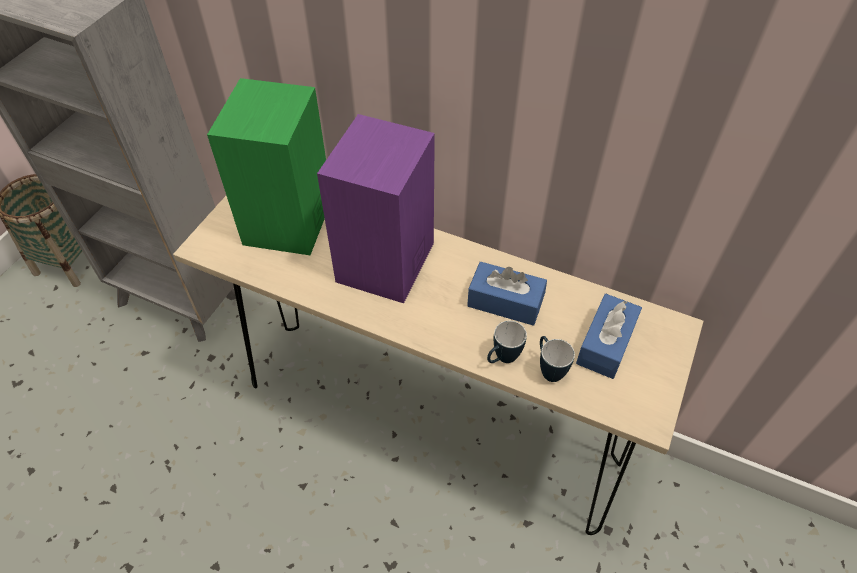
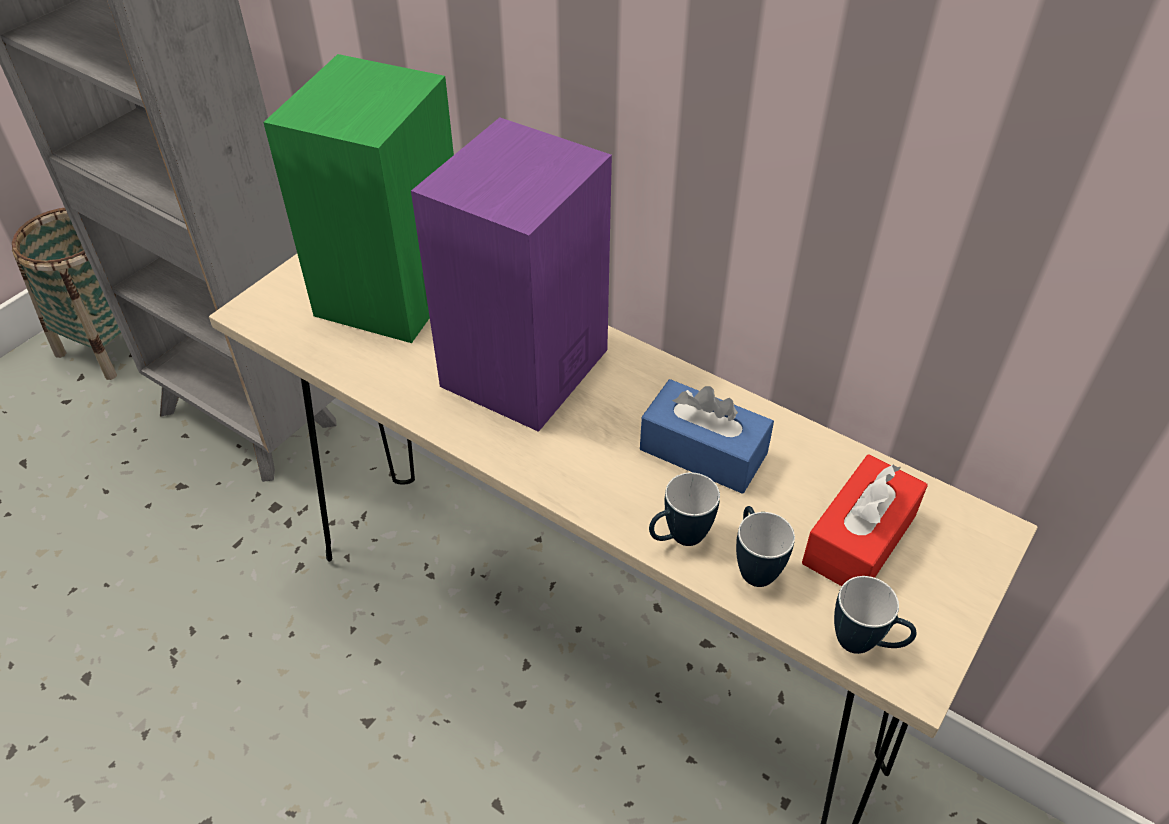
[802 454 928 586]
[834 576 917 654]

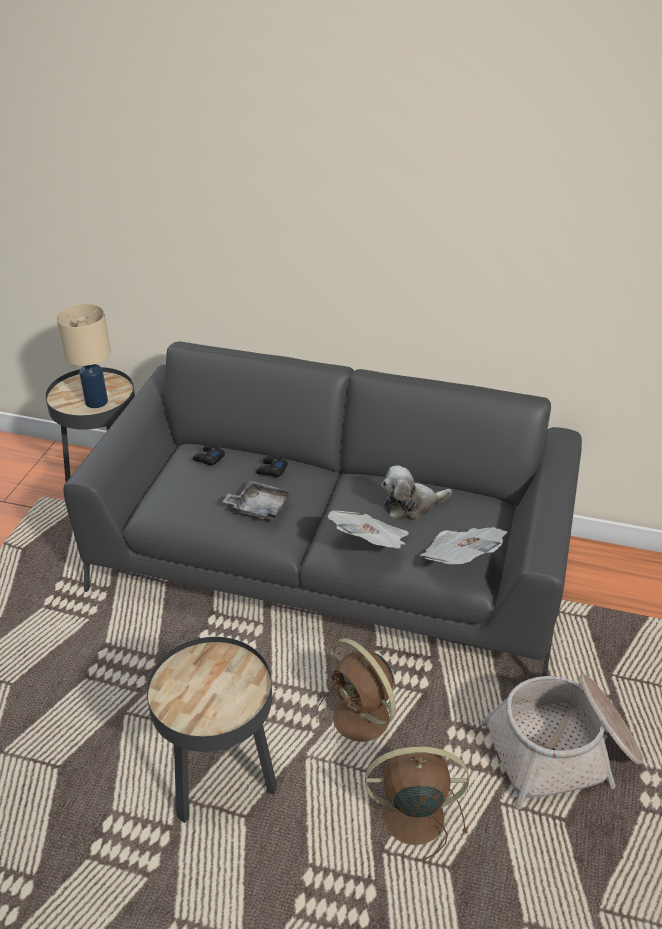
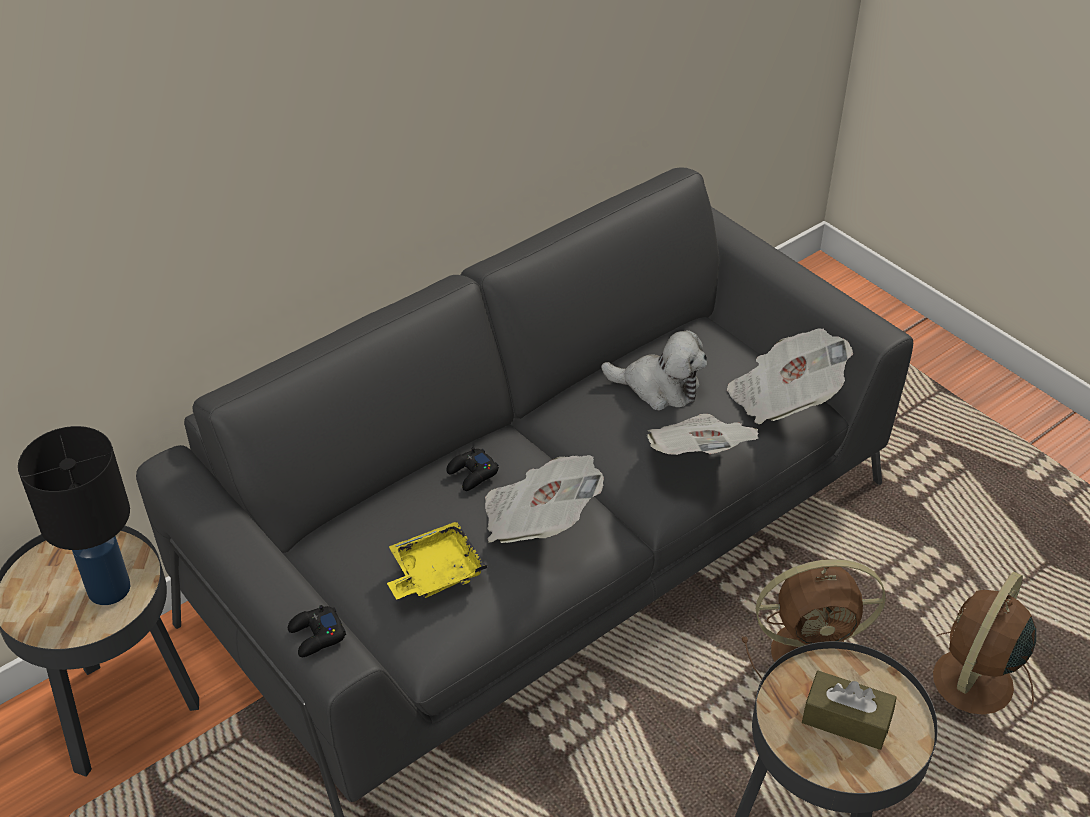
[18 426 130 605]
[288 605 346 657]
[485 455 604 543]
[601 330 707 411]
[480 674 643 809] (first image)
[387 521 487 599]
[802 671 897 750]

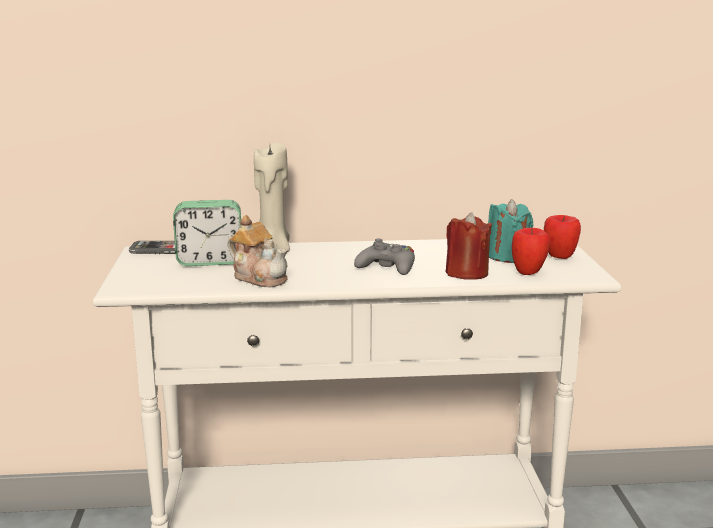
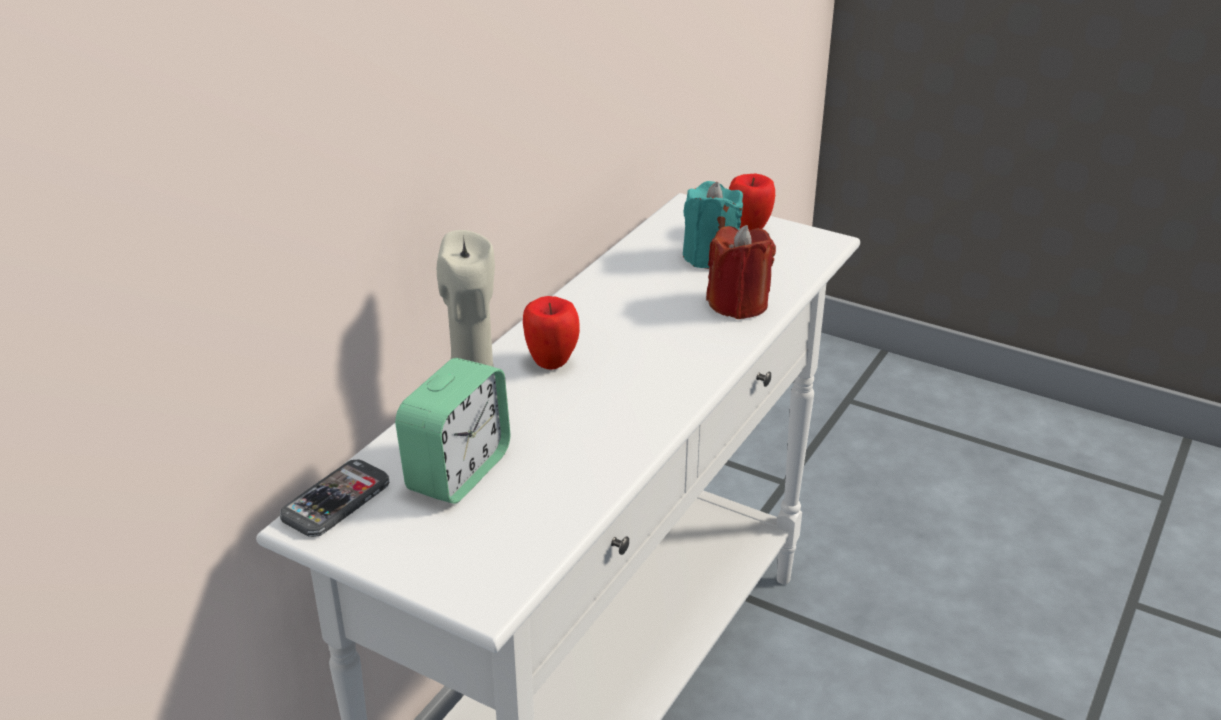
[227 215 288 287] (first image)
[354 239 415 275] (first image)
[523 296 580 370]

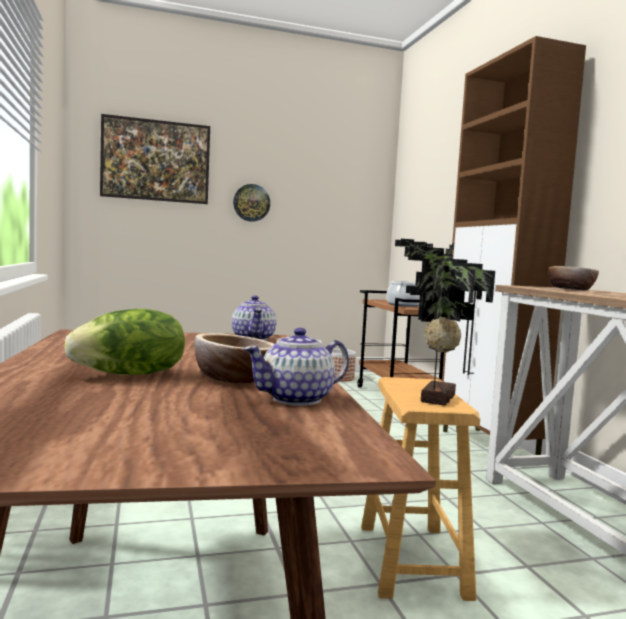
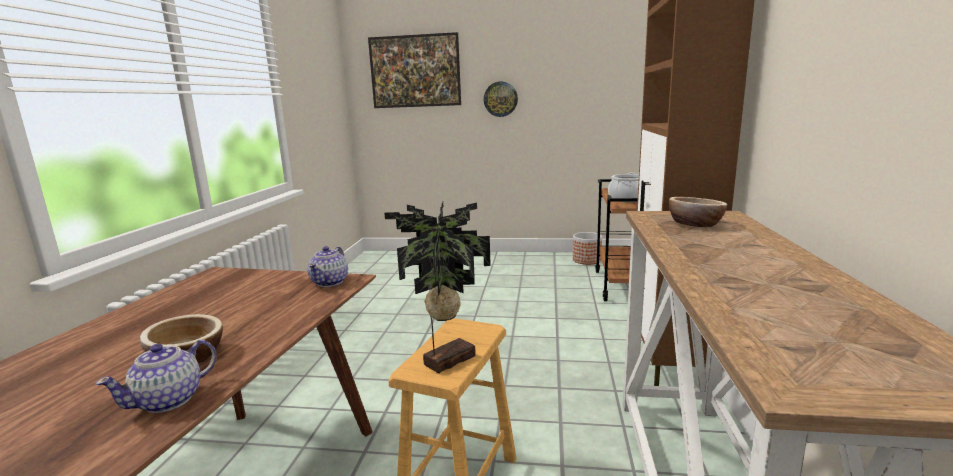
[64 309 185 375] (first image)
[95 339 217 413]

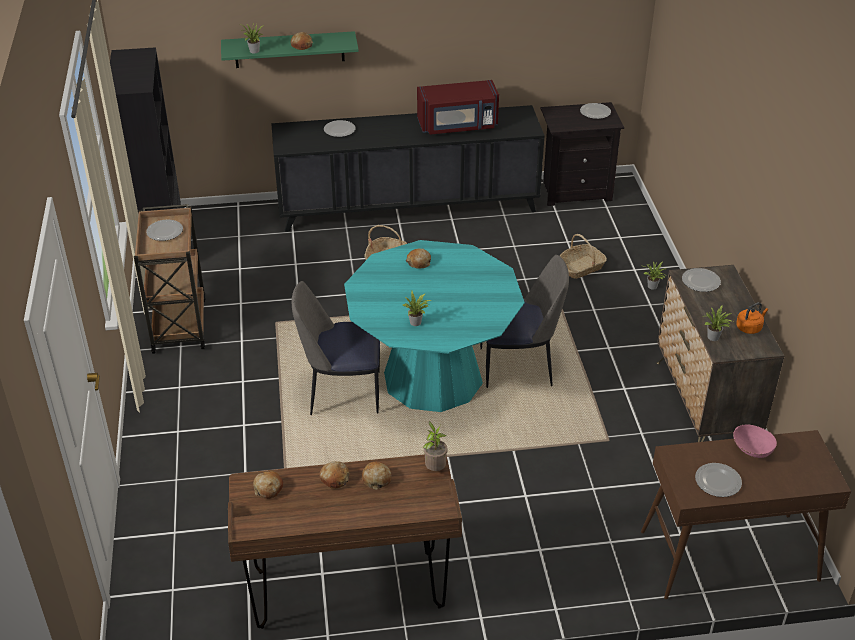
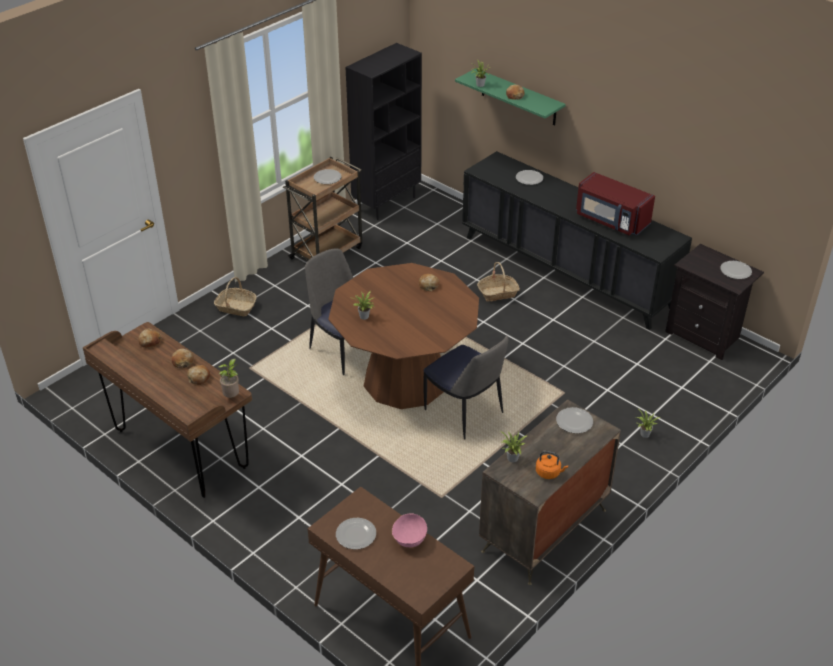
[328 263 479 409]
[214 277 257 316]

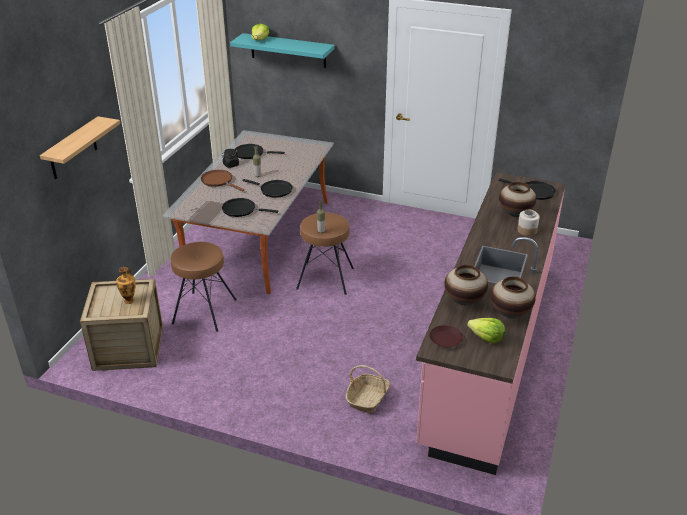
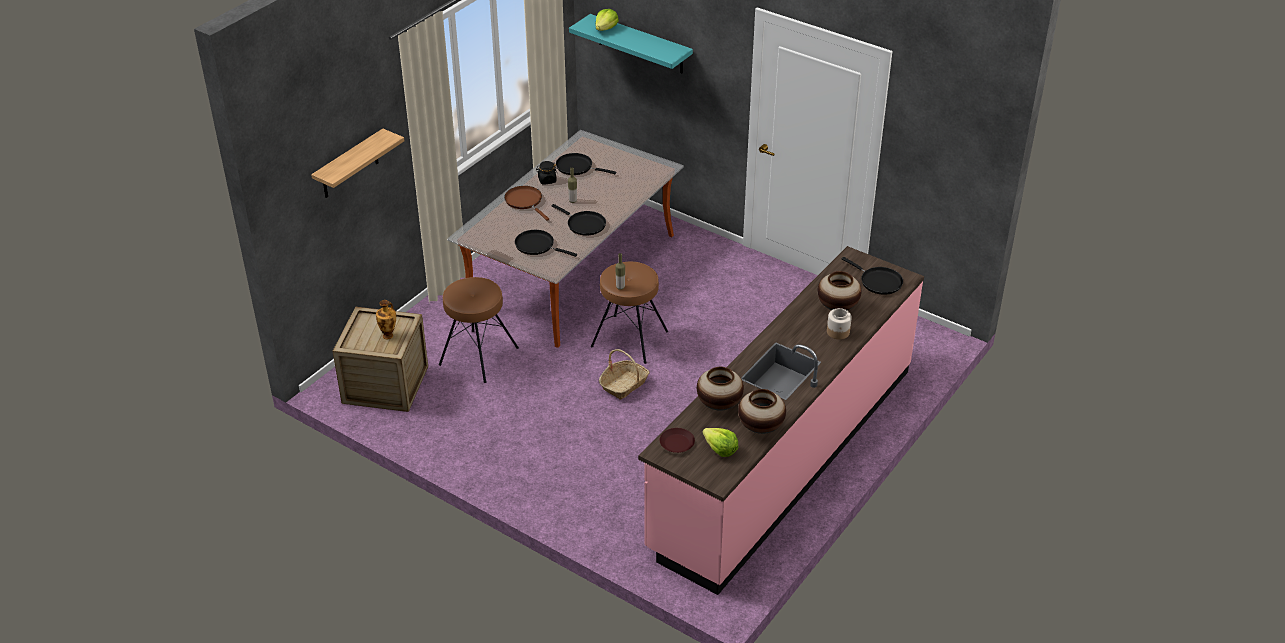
[599 349 650 400]

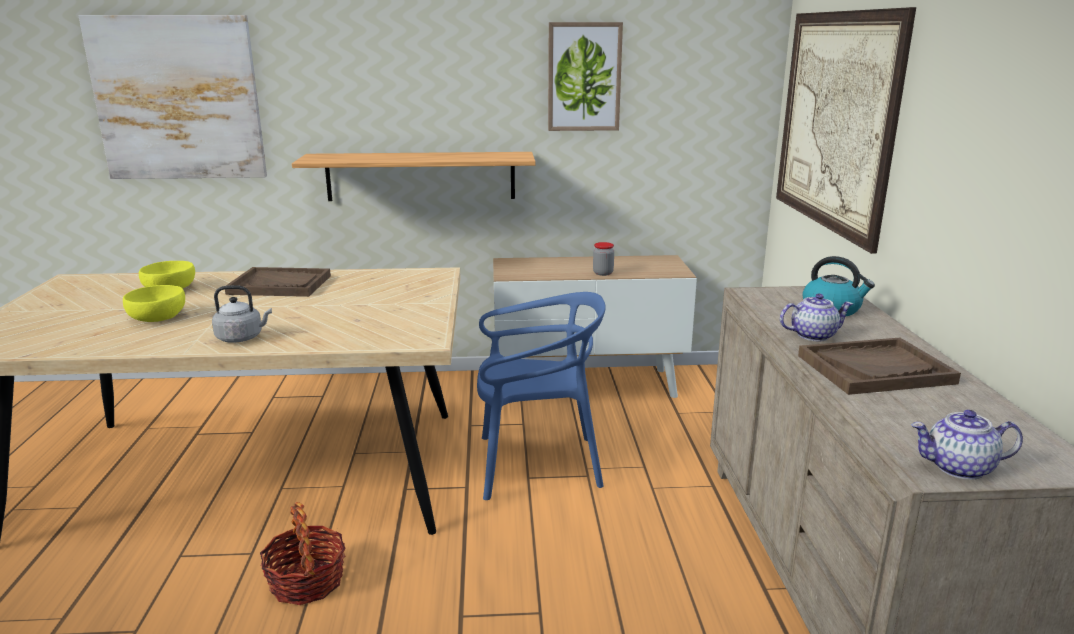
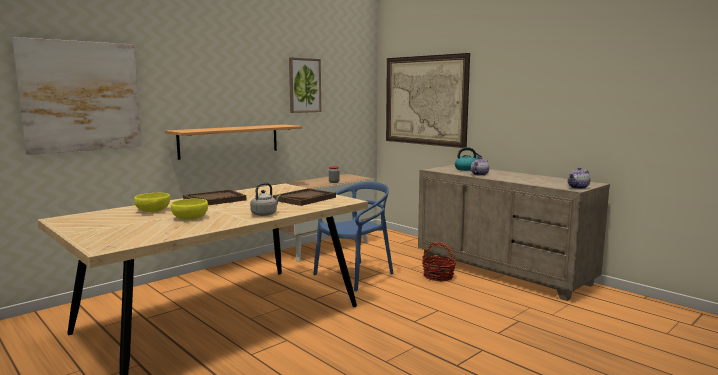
[422 242 456 281]
[273 188 336 206]

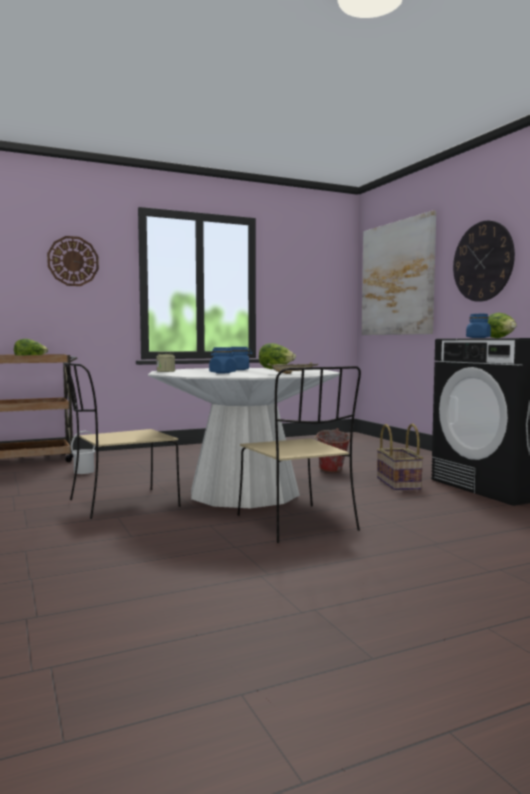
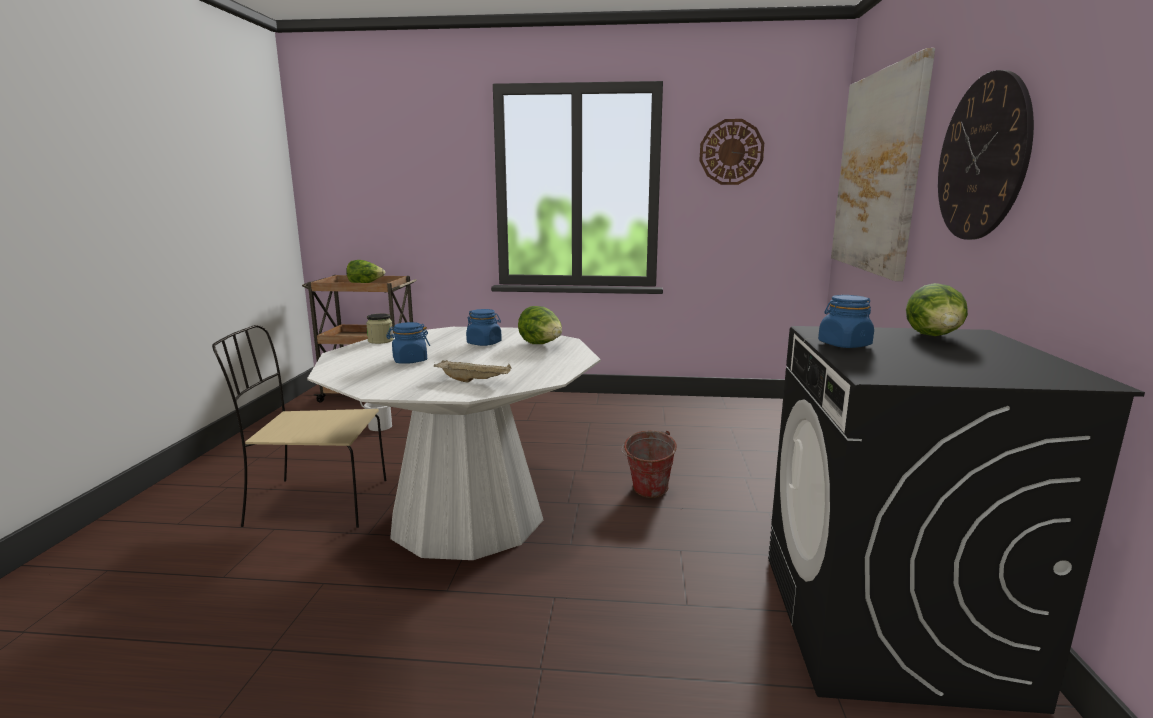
[699 119 764 185]
[237 366 361 543] (first image)
[377 423 423 490] (first image)

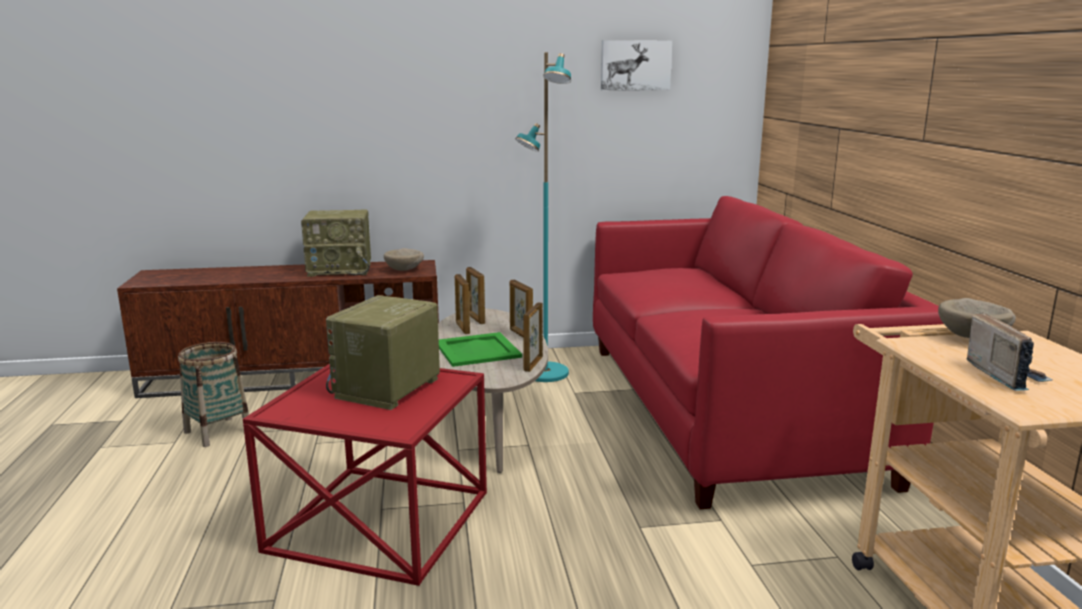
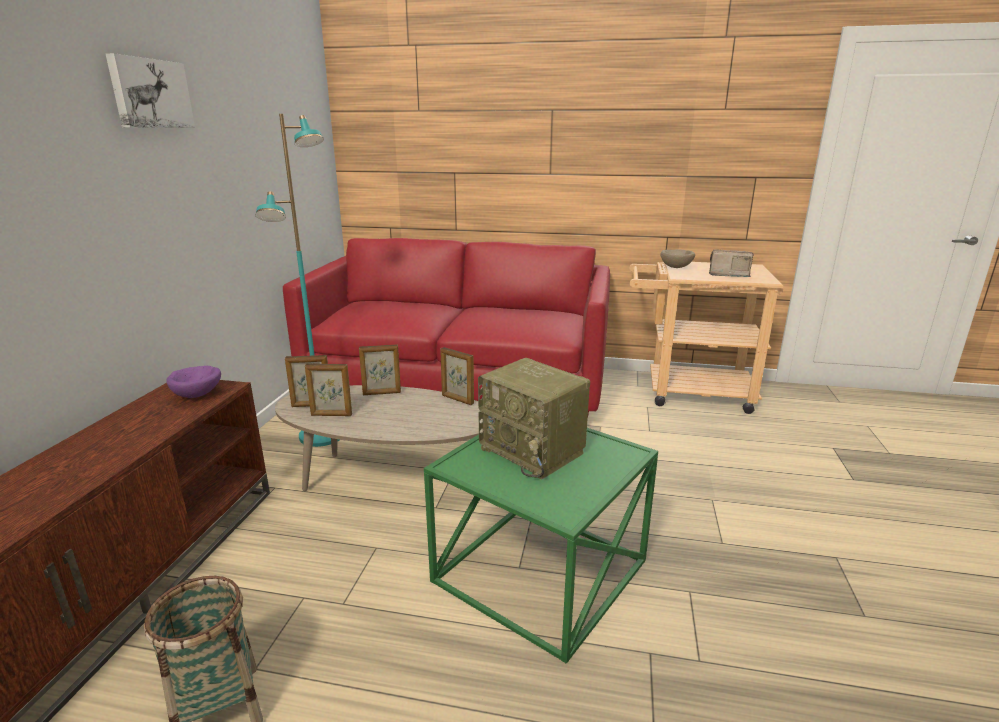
[424 428 658 664]
[301 209 371 277] (first image)
[166 366 221 398]
[439 332 522 367] (first image)
[106 53 195 128]

